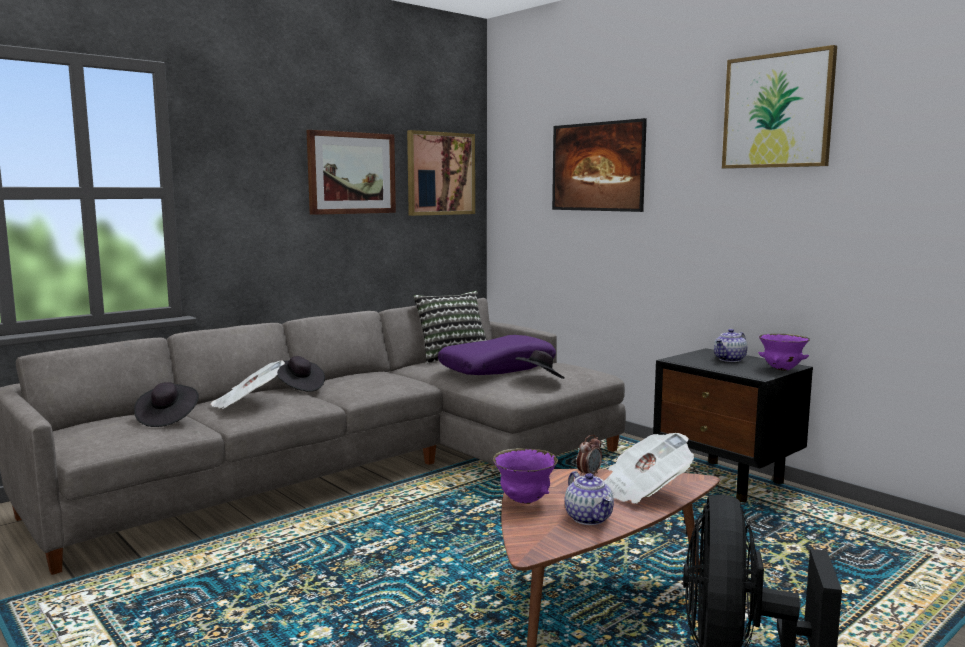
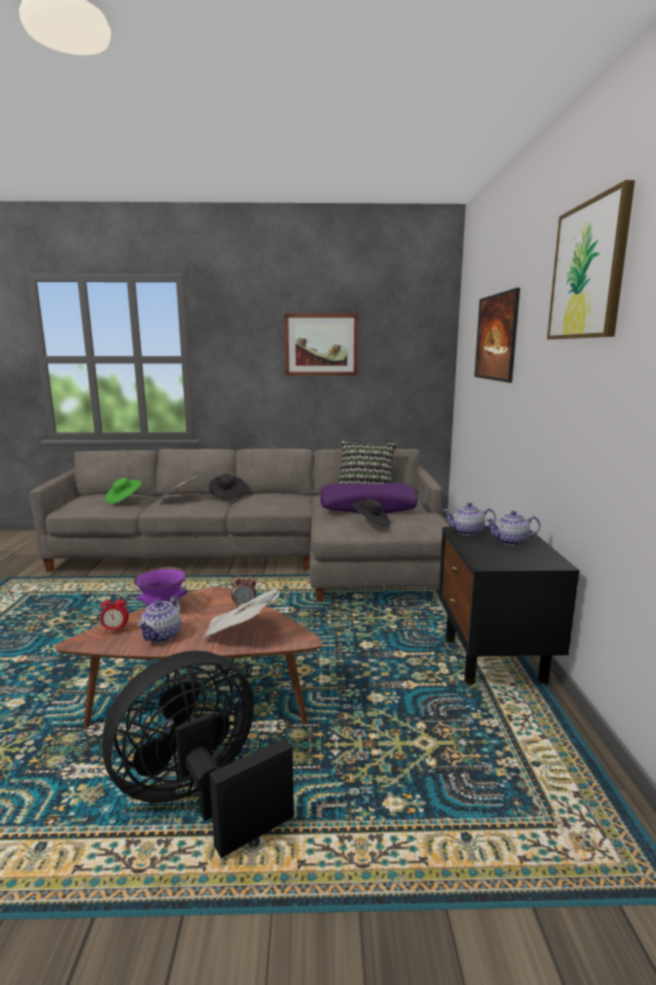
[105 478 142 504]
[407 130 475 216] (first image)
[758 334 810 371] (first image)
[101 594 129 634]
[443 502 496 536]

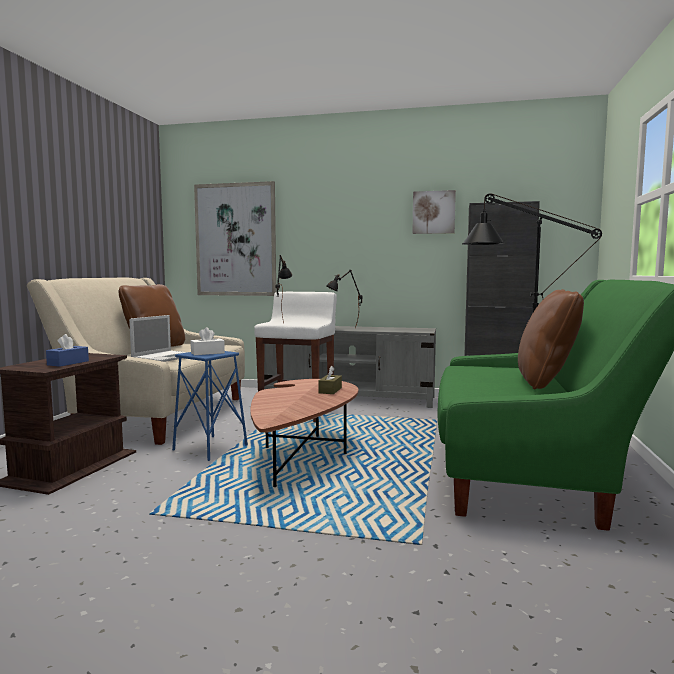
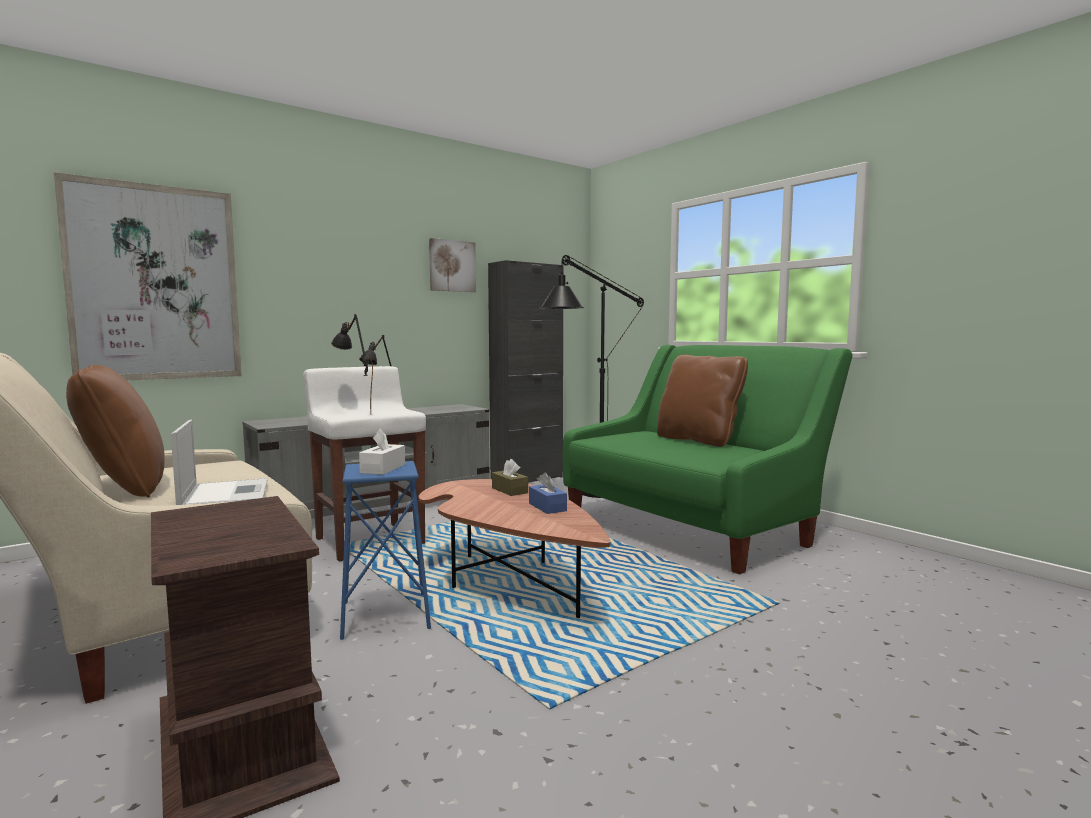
[529 472 567 514]

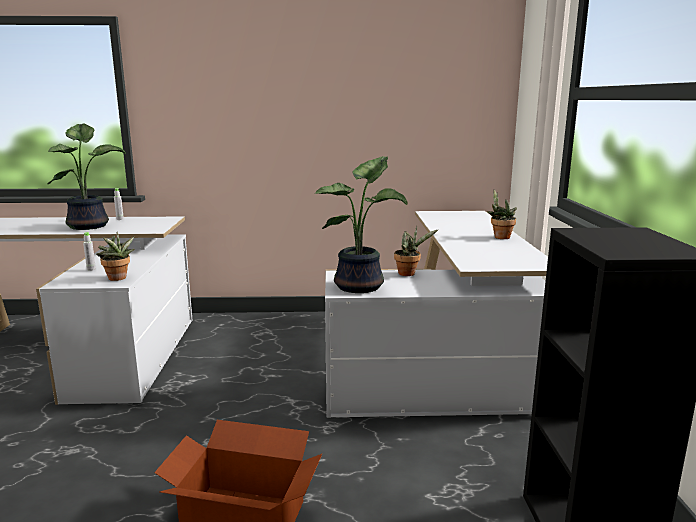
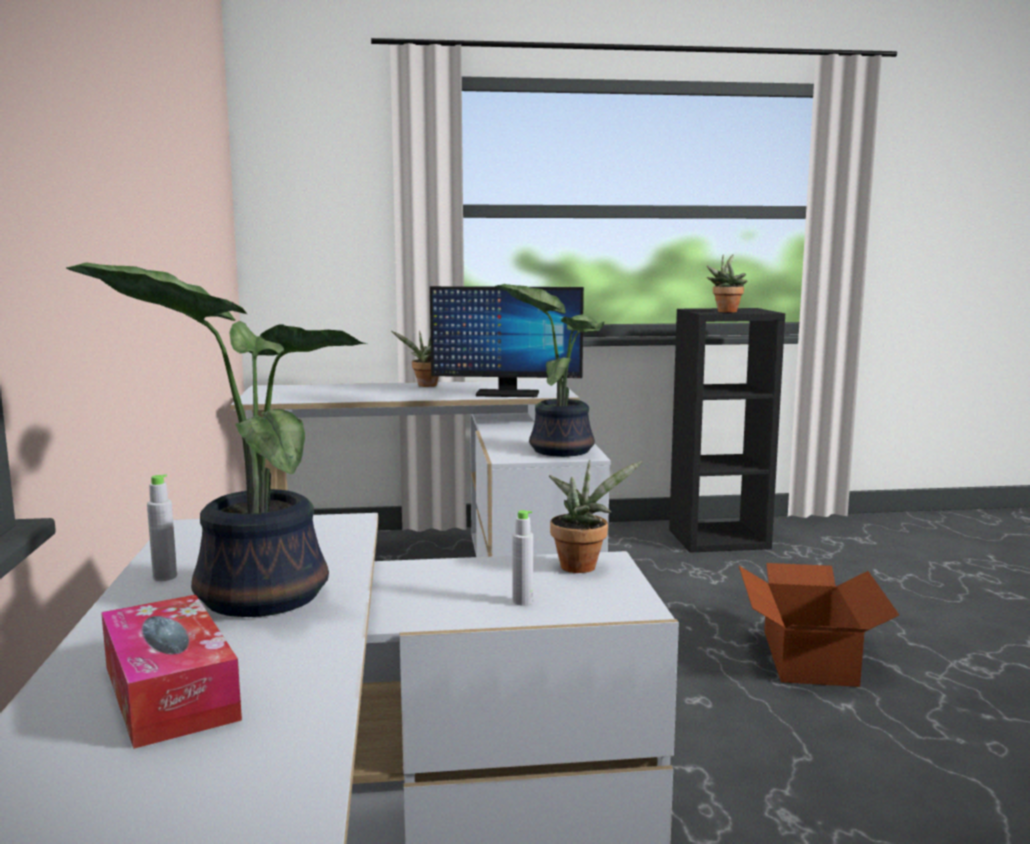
[706 254 747 313]
[101 595 242 749]
[430 286 584 397]

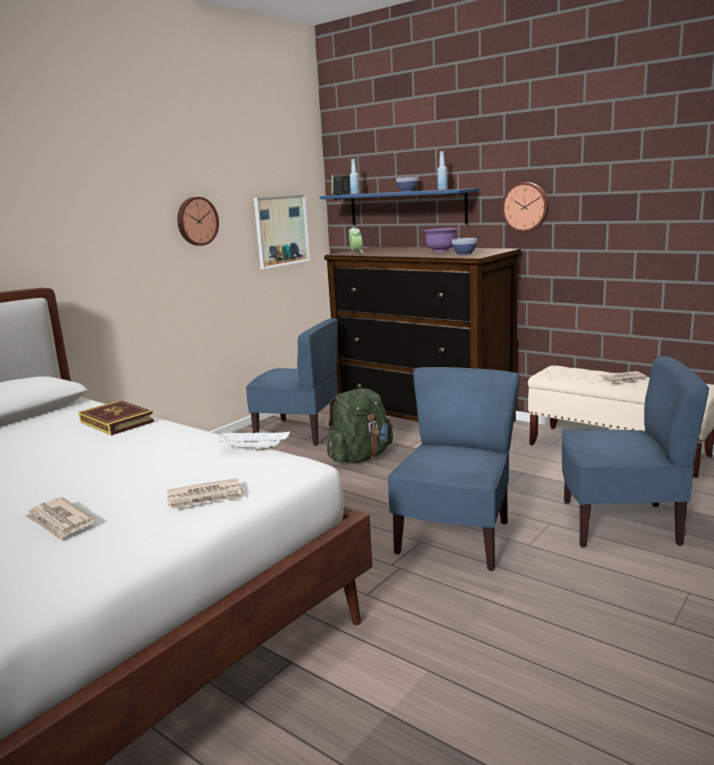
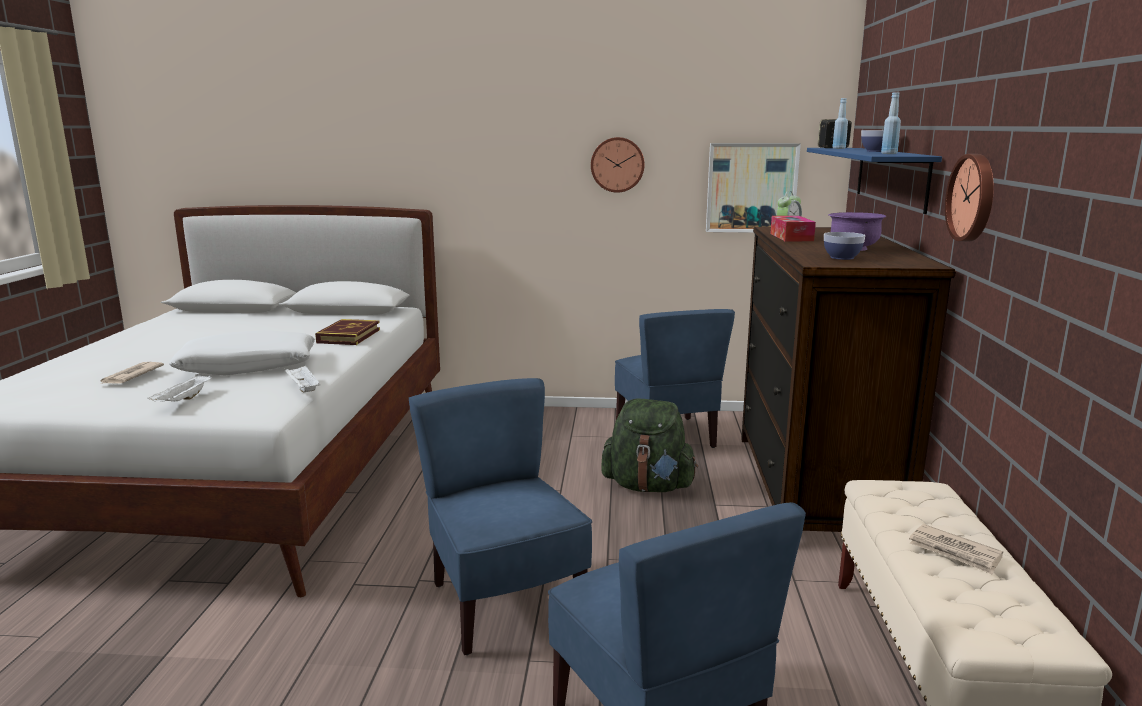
[147 374 212 402]
[409 378 592 655]
[169 330 315 375]
[770 216 816 241]

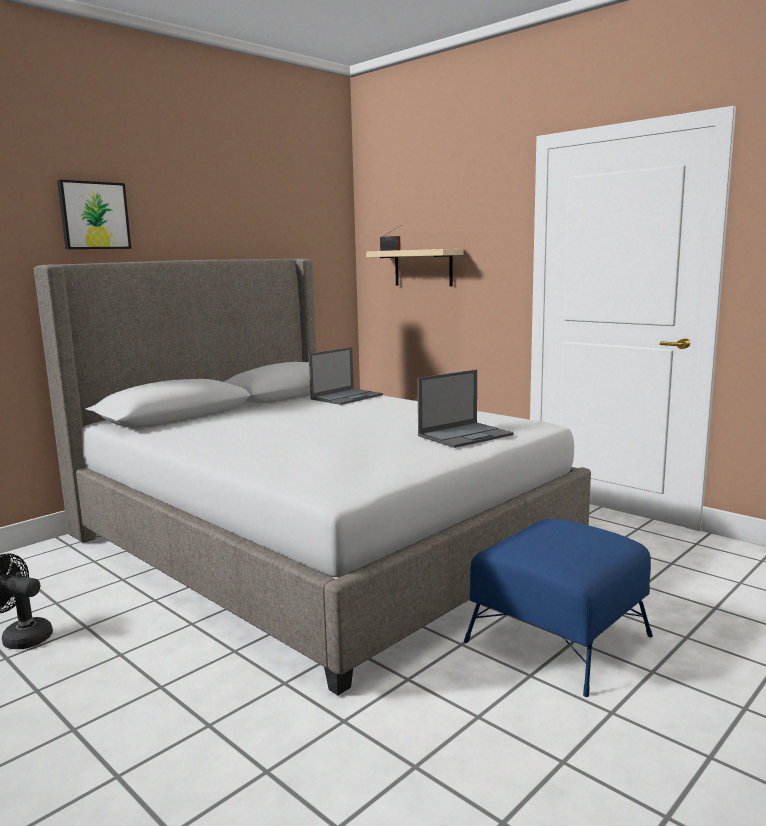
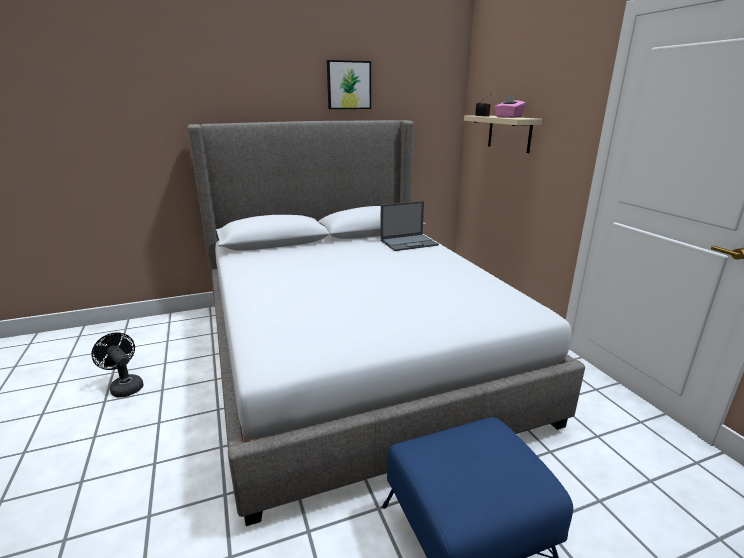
[327 60 371 109]
[417 370 514 448] (first image)
[495 95 526 118]

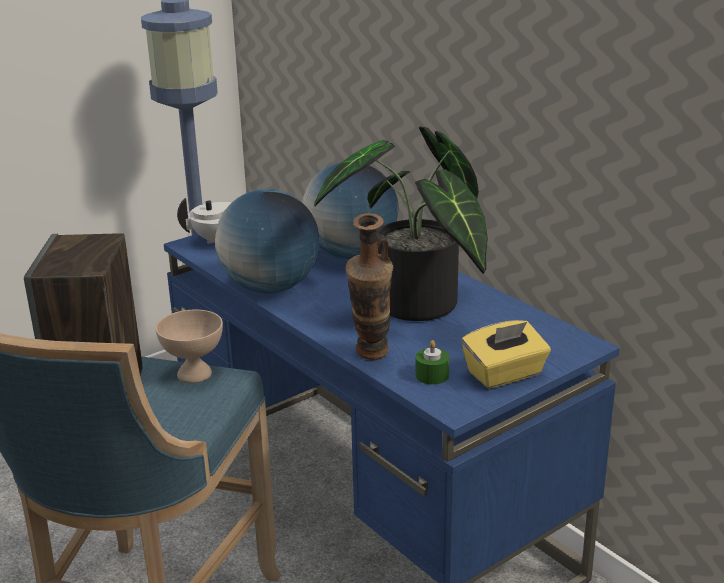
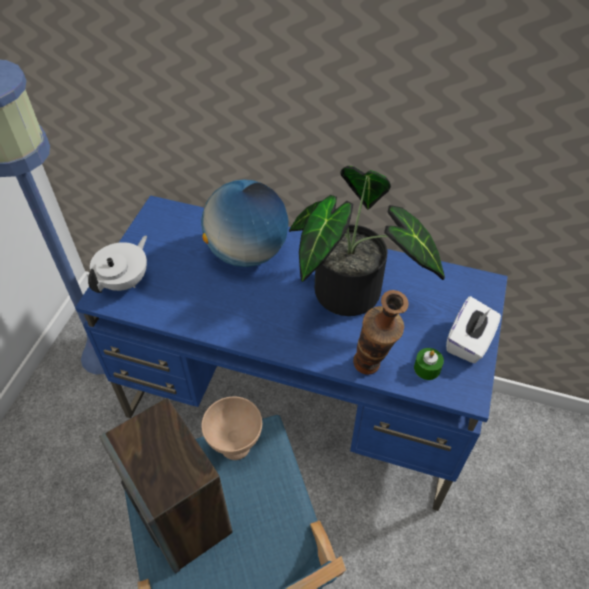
[215 189 319 294] (first image)
[446 296 501 363]

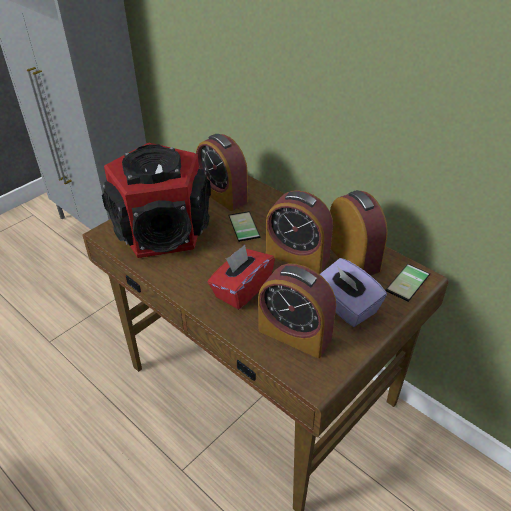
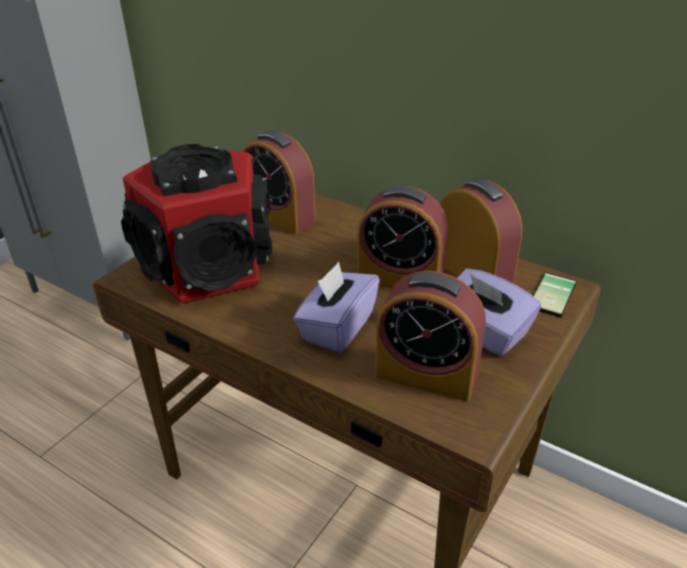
[293 262 380 353]
[229 211 260 242] (first image)

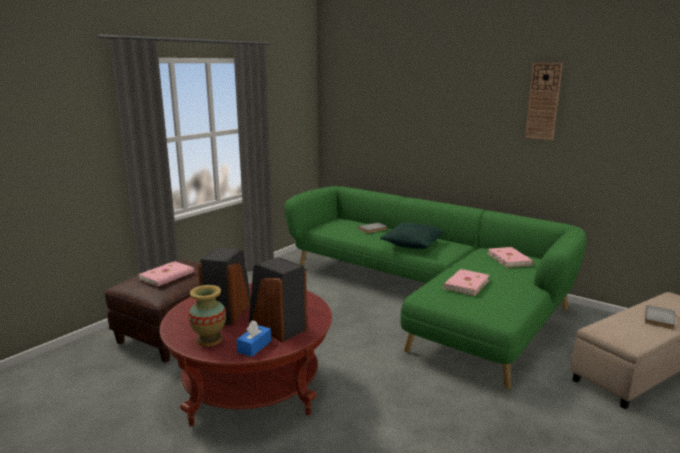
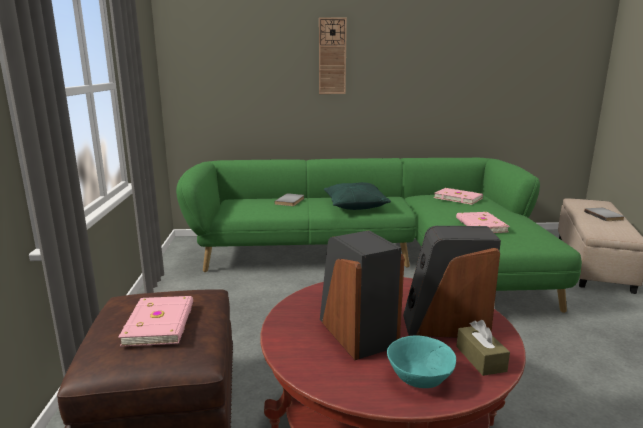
[387 335 456 388]
[456 320 510 376]
[319 17 347 94]

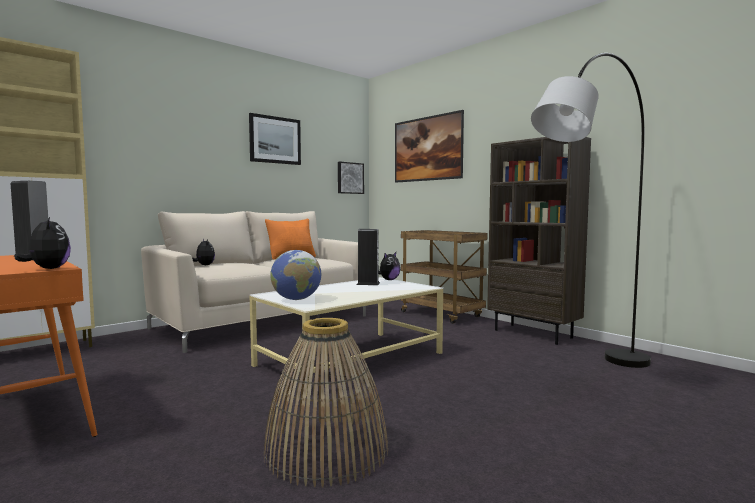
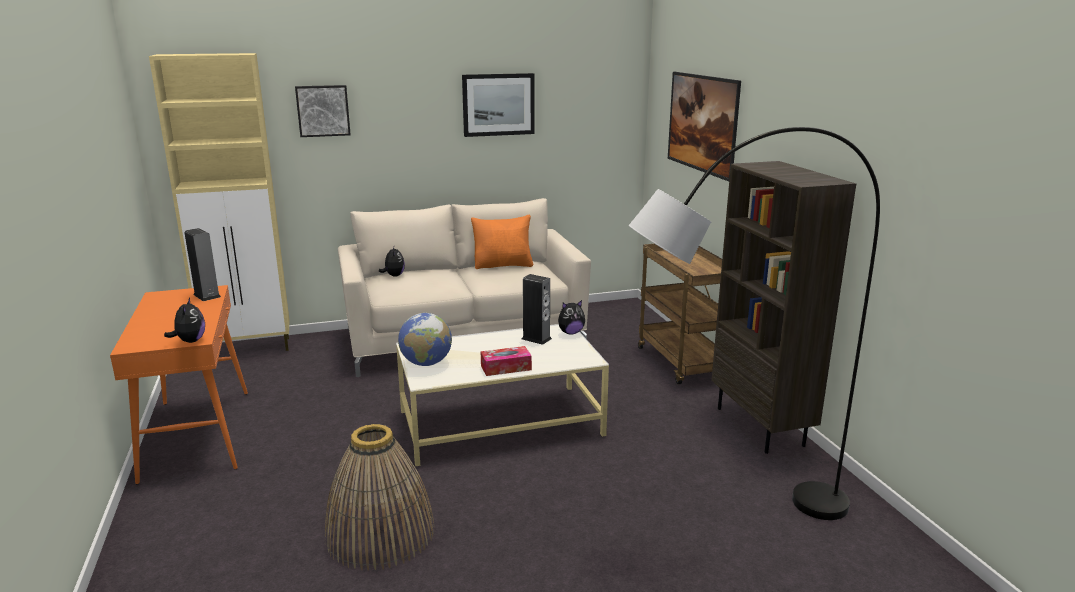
[295 85 351 137]
[481 346 532 376]

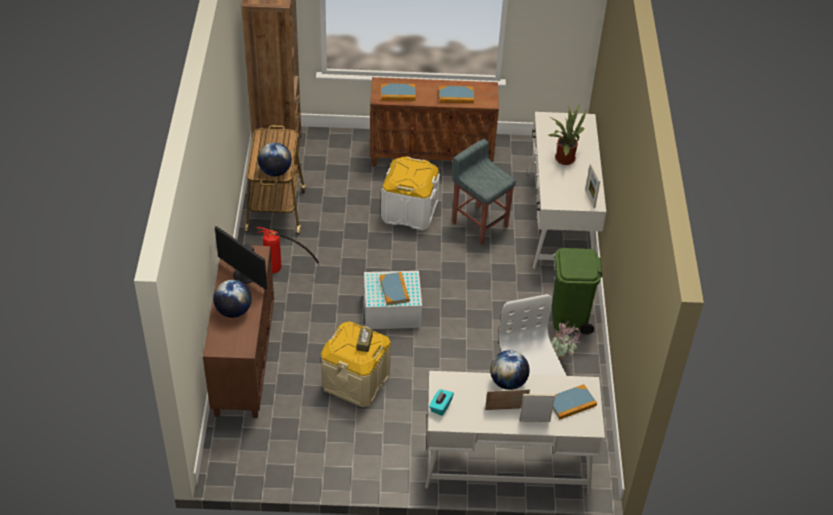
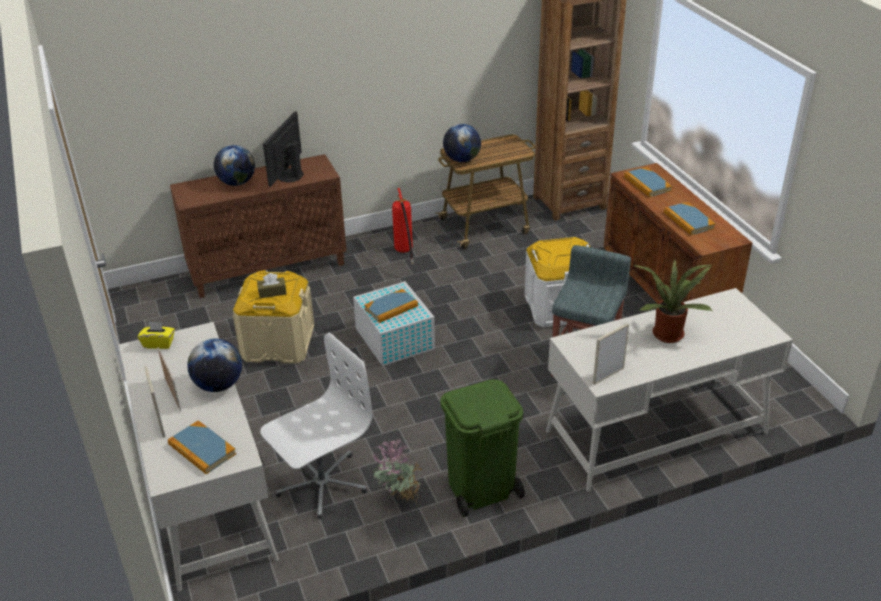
[137 322 175 349]

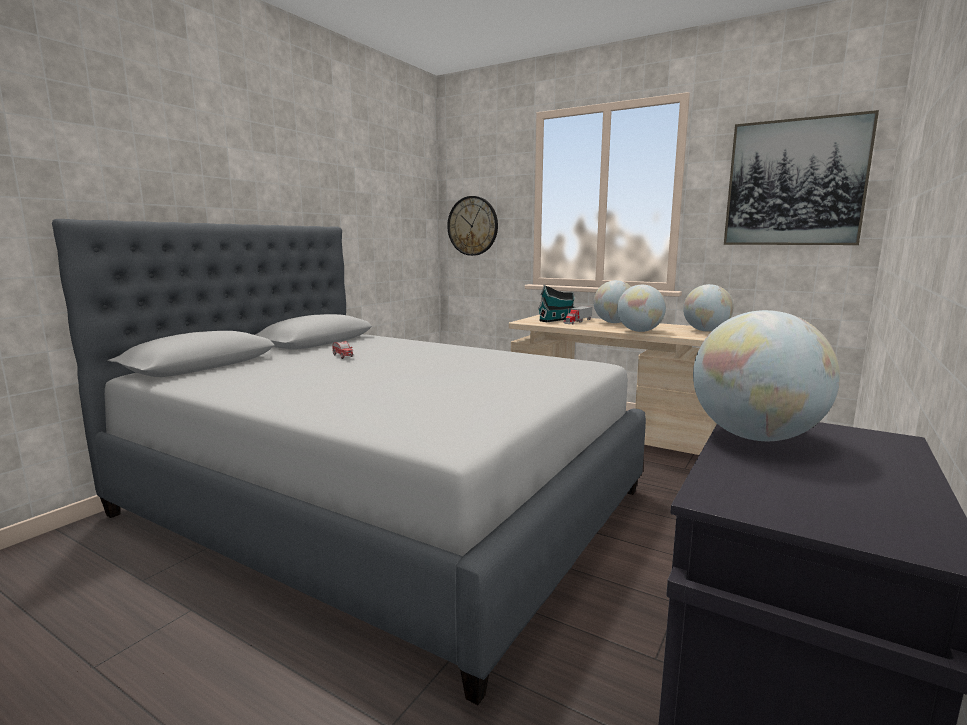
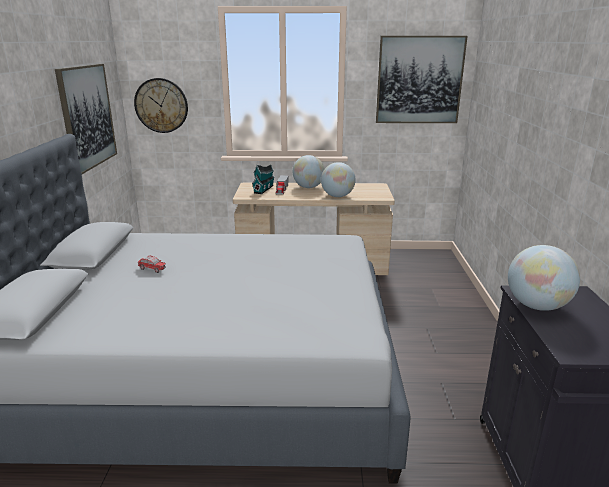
[683 284 734 331] (first image)
[55 64 117 174]

